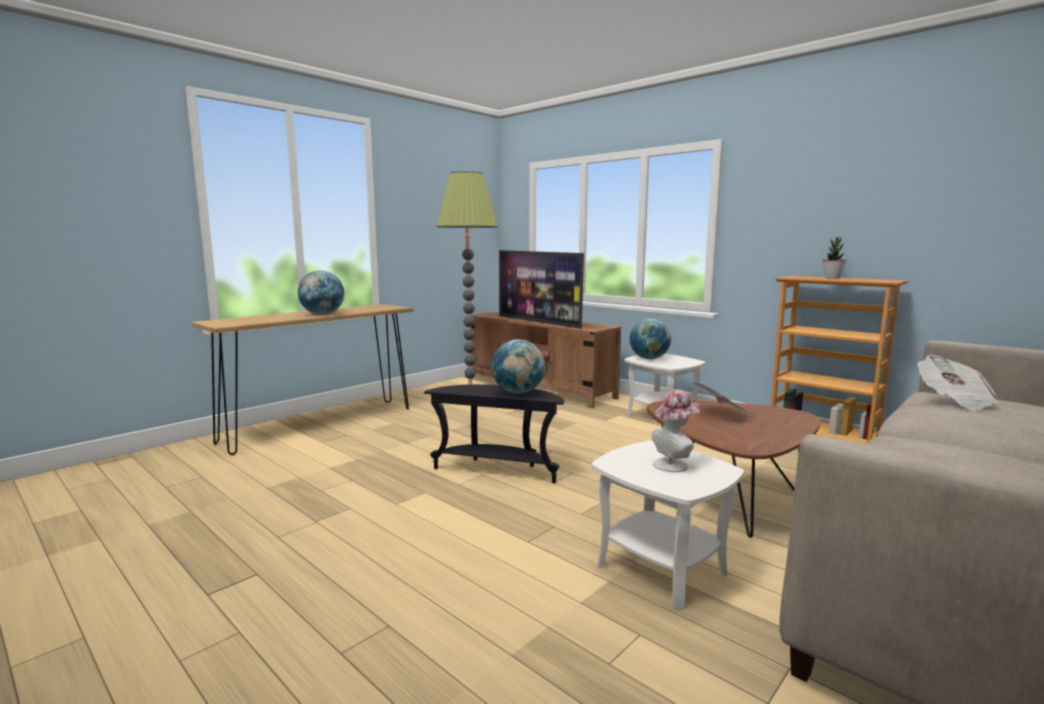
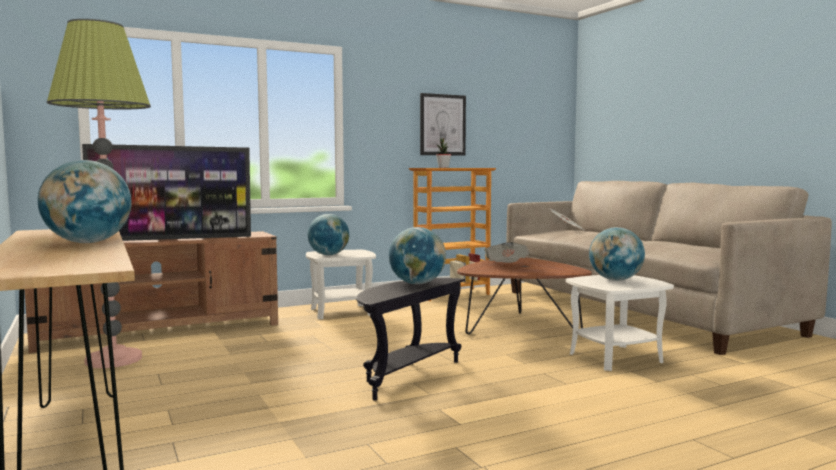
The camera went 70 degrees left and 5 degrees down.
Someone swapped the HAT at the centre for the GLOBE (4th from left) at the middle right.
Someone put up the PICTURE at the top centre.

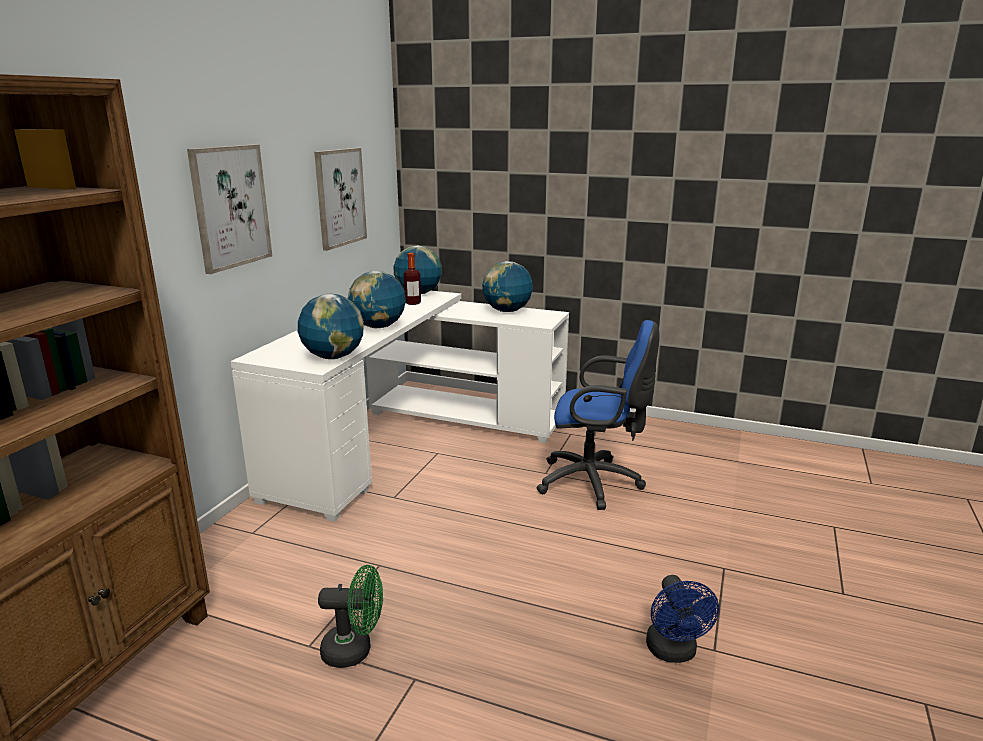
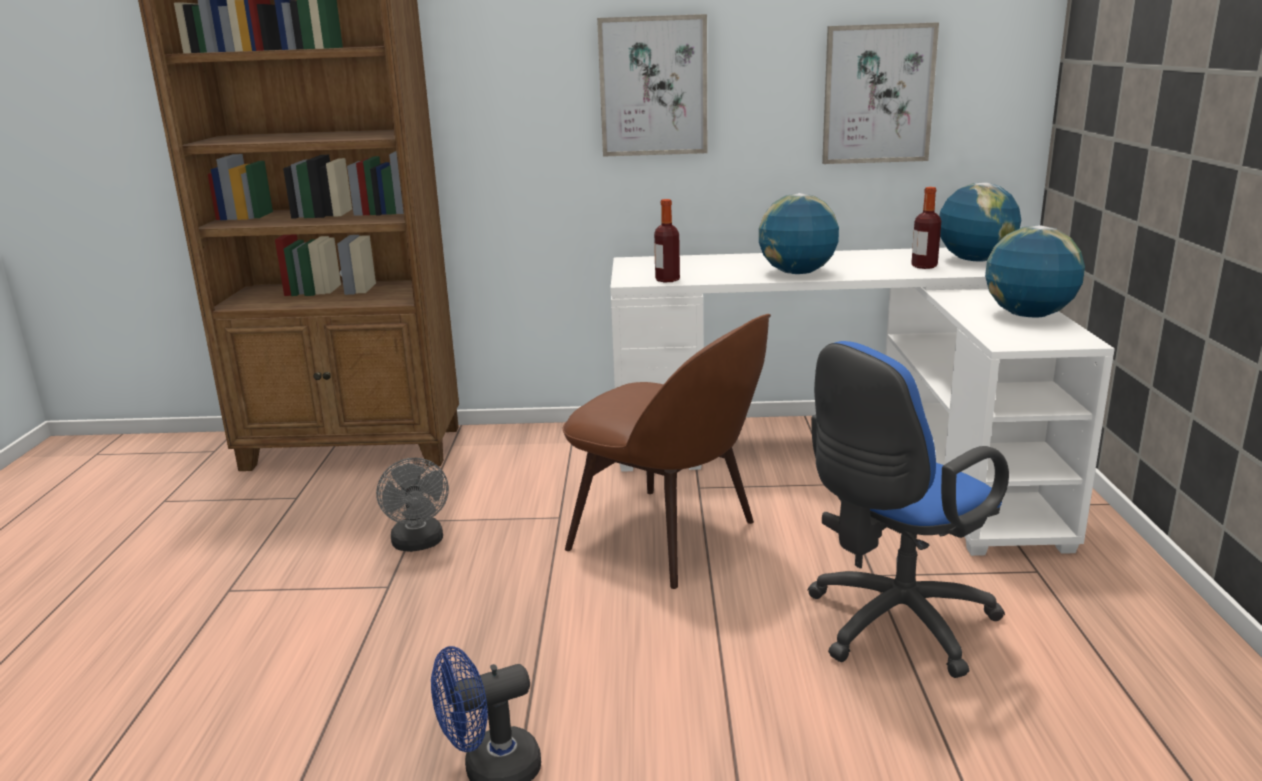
The camera went 70 degrees right and 0 degrees up.
Someone swapped the GLOBE (1st from left) at the centre for the BOTTLE (1st from left) at the top centre.
Someone repainted the GREEN FAN at the bottom centre, which became the GREY FAN at the middle left.
Someone rotated the BLUE OFFICE CHAIR at the centre by 60 degrees clockwise.
Someone put down the BROWN CHAIR at the centre.

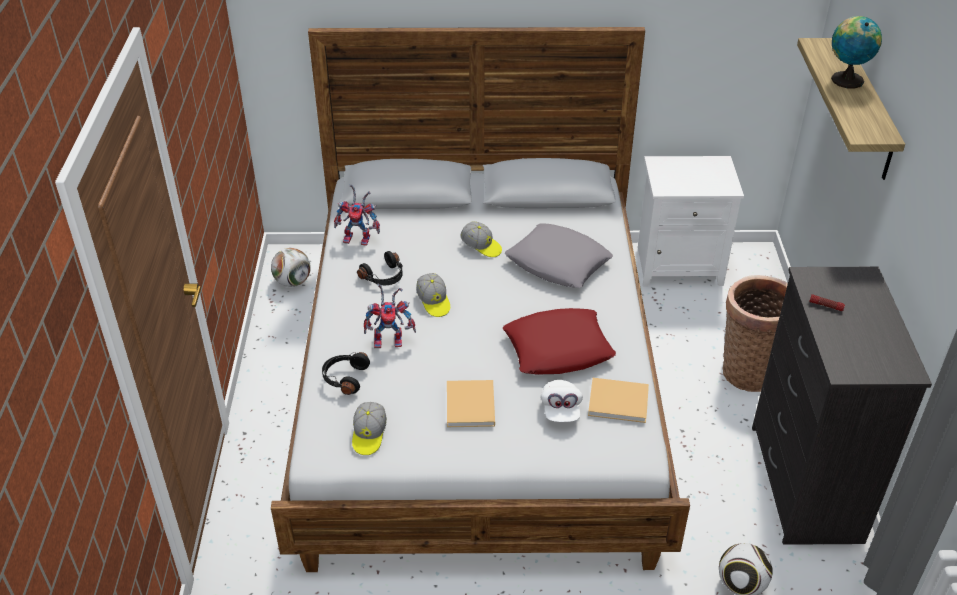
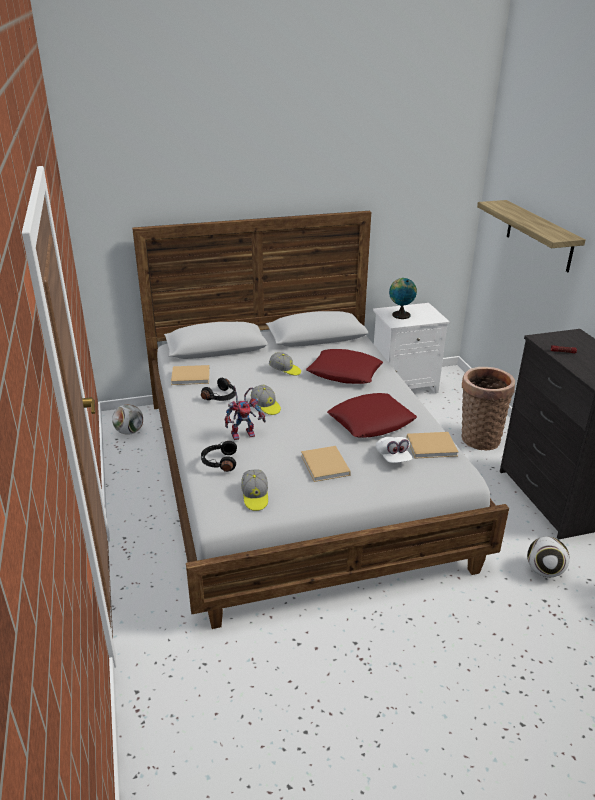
The camera went 15 degrees left and 10 degrees down.
Someone swapped the TOY ROBOT (1st from left) at the centre for the BEIGE BOOK (1st from left) at the middle left.
Someone repainted the GREY PILLOW at the centre, which became the RED PILLOW (1st from left) at the centre.
Someone carried the GLOBE from the top right to the middle right.

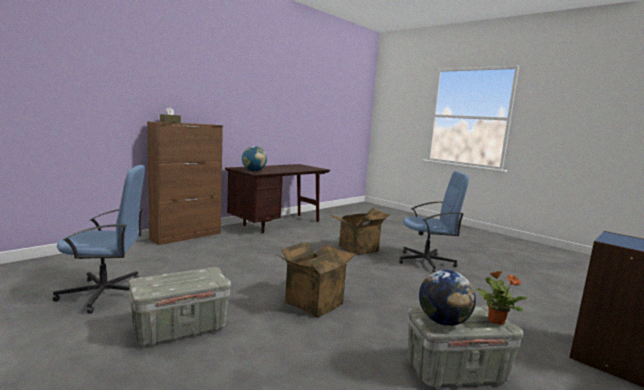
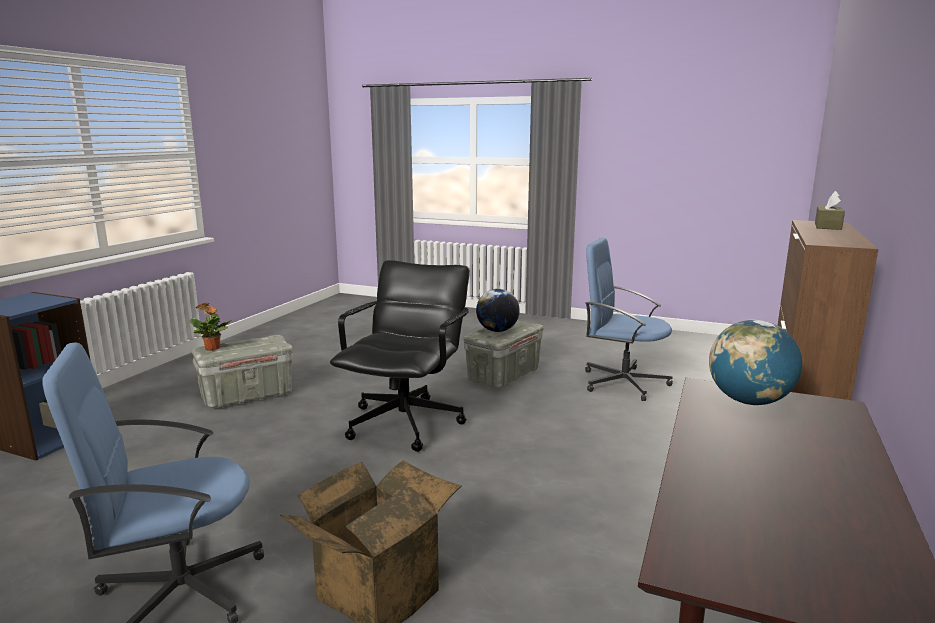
The camera went 160 degrees right and 5 degrees up.
Someone rotated the BLUE OFFICE CHAIR (1st from left in the first image) at the middle left by 60 degrees clockwise.
Someone swapped the CARDBOARD BOX (1st from left) at the bottom centre for the BLACK OFFICE CHAIR at the centre.
Someone carried the GLOBE (2nd from left in the first image) from the bottom right to the centre.

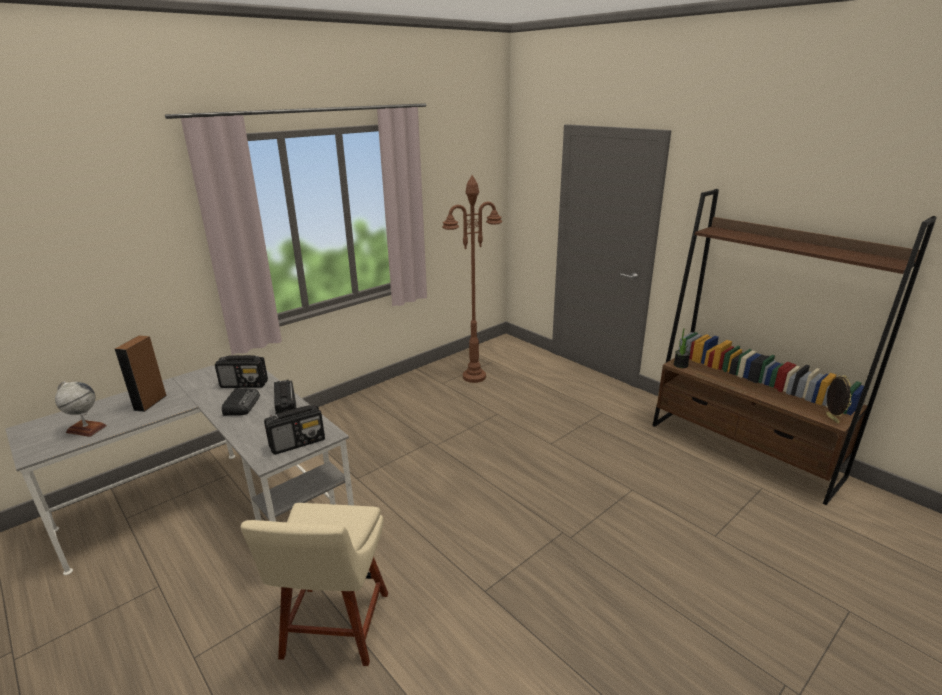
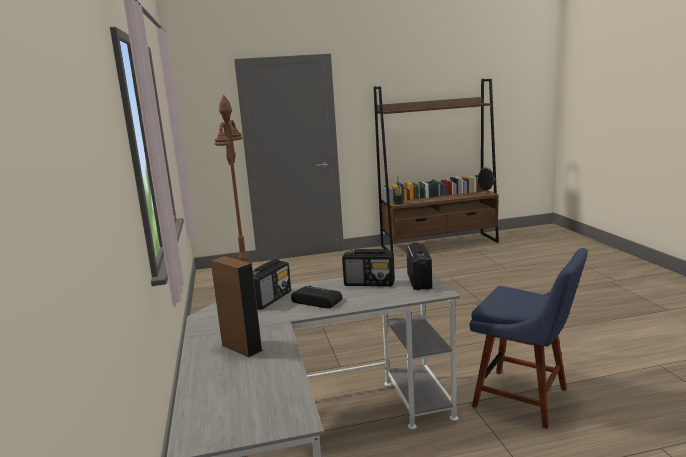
The camera went 60 degrees left and 10 degrees down.
Someone took away the GLOBE at the middle left.
Someone repainted the BEIGE CHAIR at the bottom centre, which became the BLUE CHAIR at the bottom right.

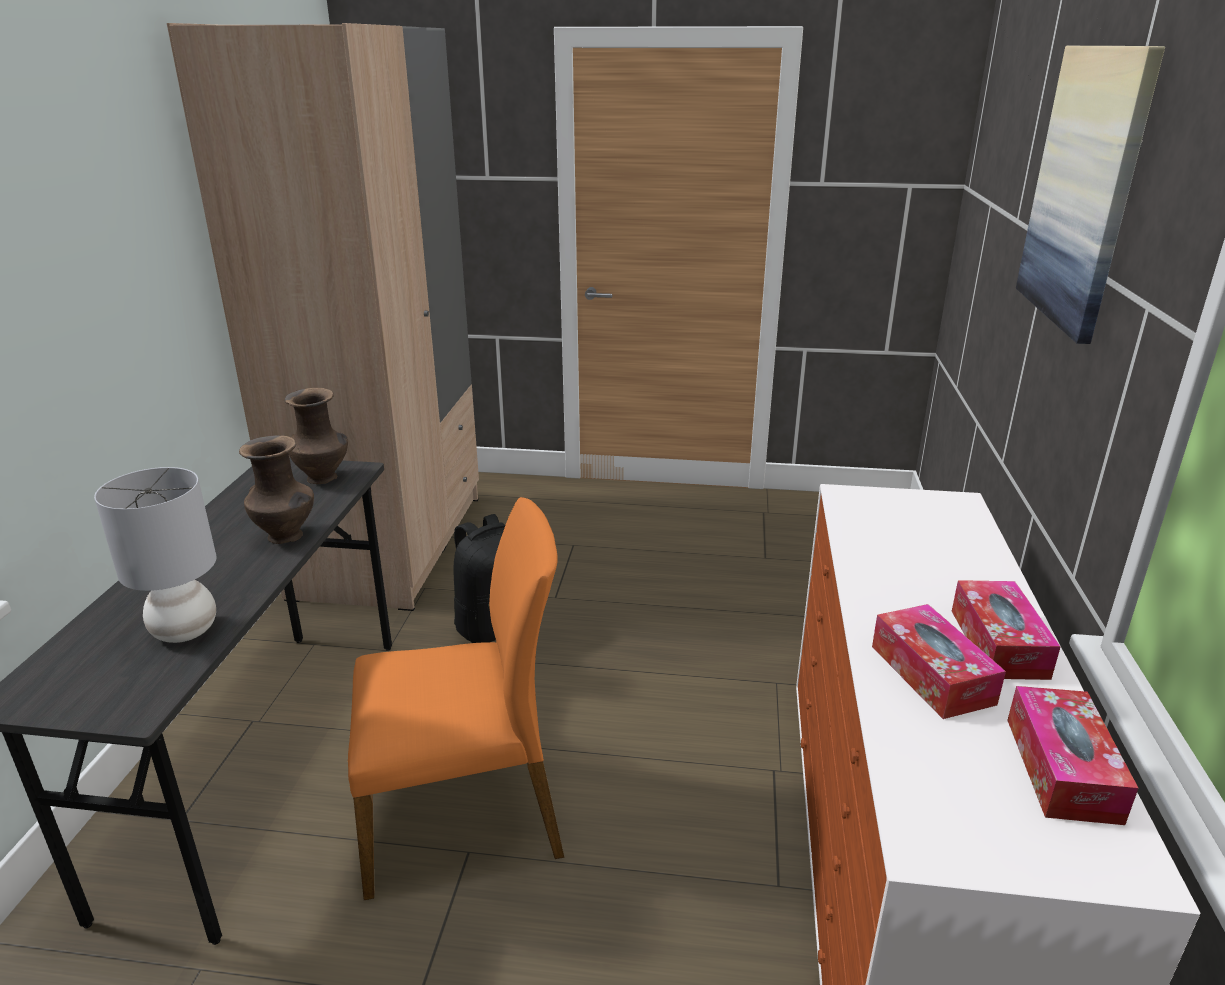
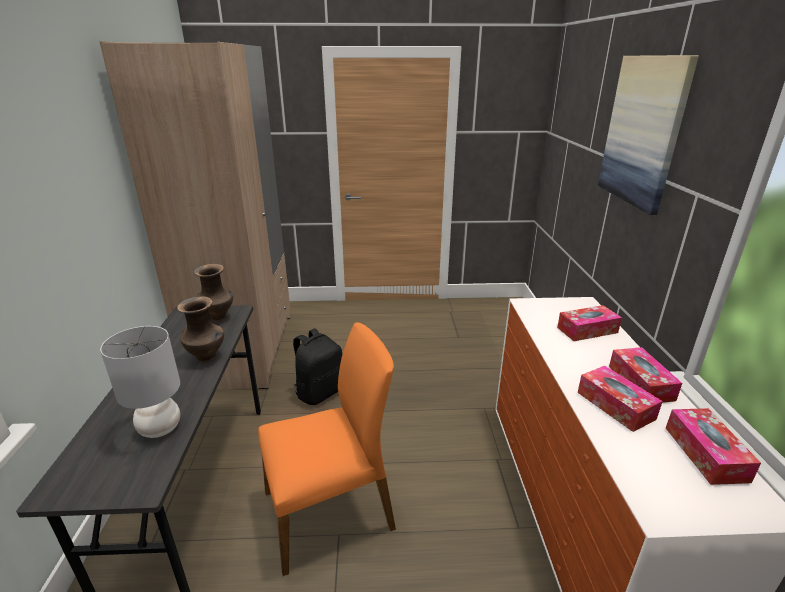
The camera went 10 degrees left and 0 degrees up.
Someone put down the TISSUE BOX (1st from left) at the middle right.

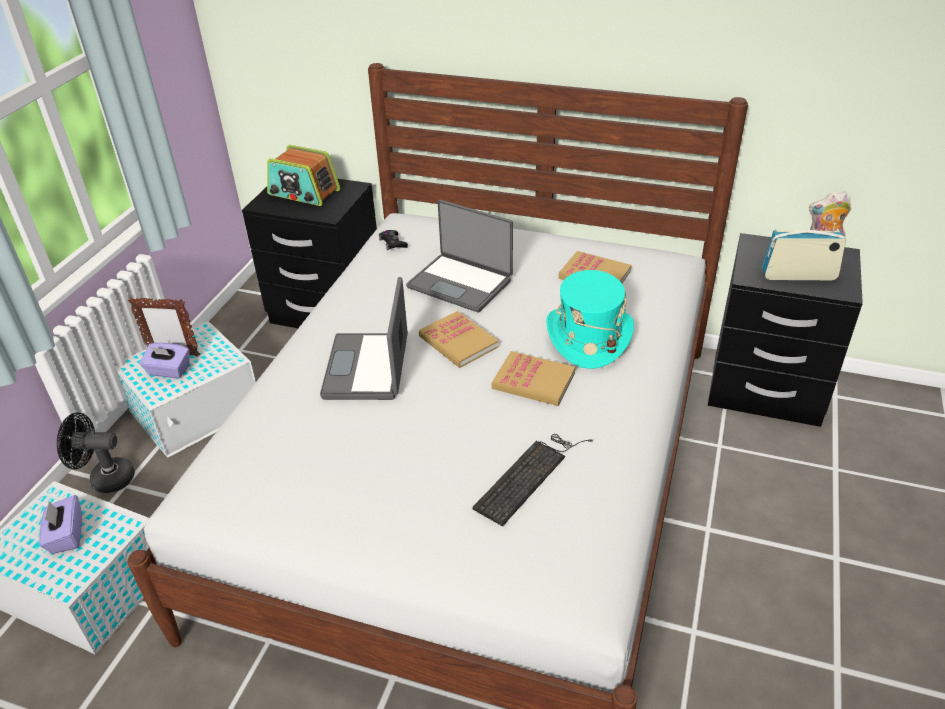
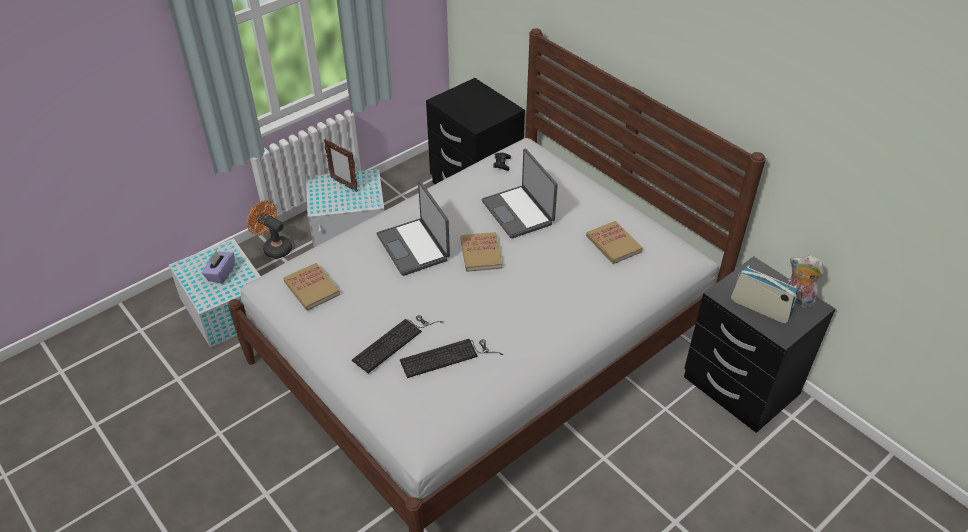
The camera went 30 degrees right and 5 degrees up.
Someone repainted the BLACK FAN at the middle left, which became the ORANGE FAN at the middle left.
Someone took away the PURPLE TISSUE BOX (2nd from left) at the middle left.
Someone took away the RADIO (1st from left) at the top left.
Someone rotated the LAPTOP (1st from left) at the centre by 60 degrees counterclockwise.
Someone carried the BOOK (2nd from left in the first image) from the centre to the middle left.
Someone took away the TURQUOISE HAT at the centre.
Someone put down the KEYBOARD (1st from left) at the centre.

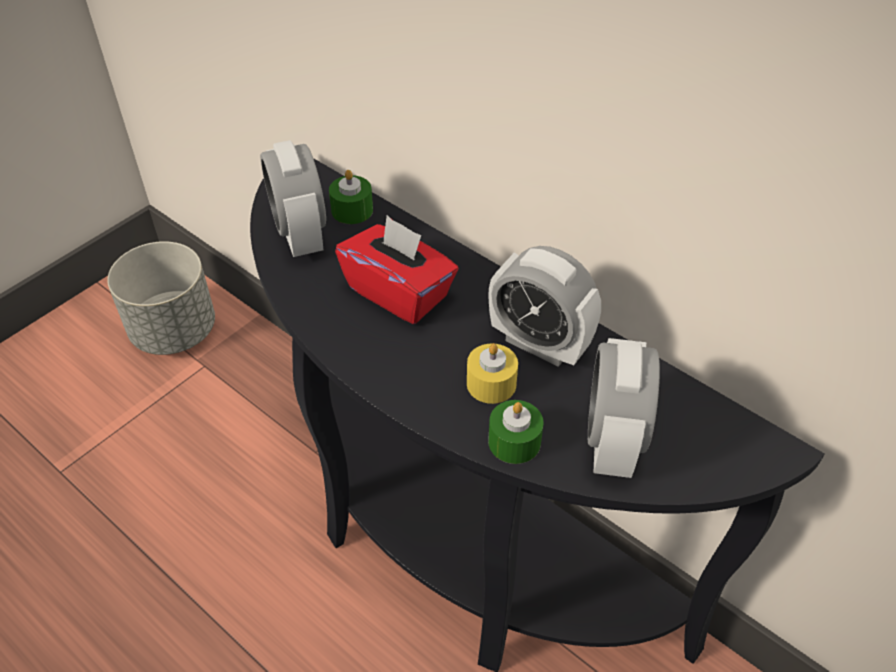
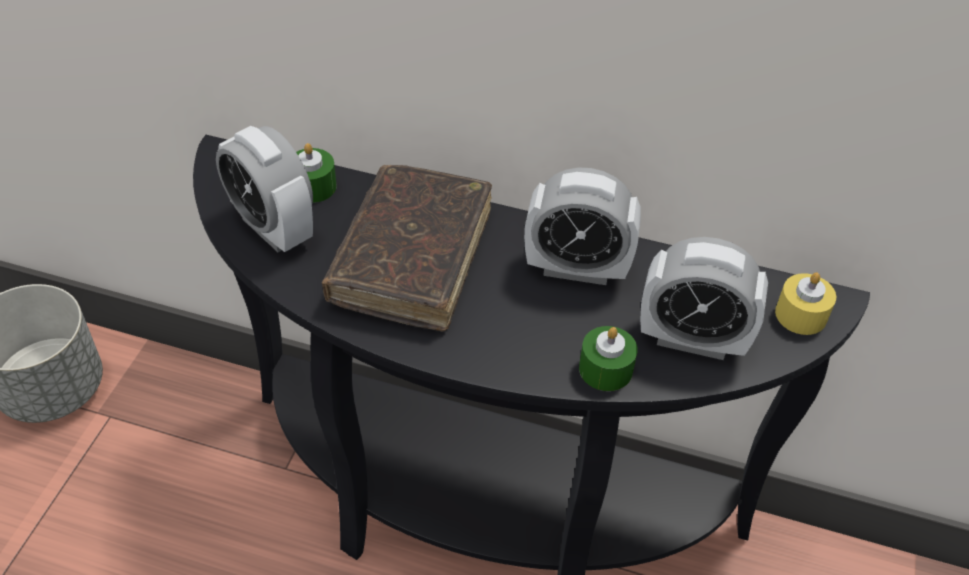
The camera went 25 degrees left and 0 degrees up.
Someone swapped the RED TISSUE BOX at the centre for the BROWN BOOK at the centre.
Someone carried the YELLOW CANDLE from the centre to the middle right.
Someone rotated the ALARM CLOCK (3rd from left) at the middle right by 60 degrees counterclockwise.

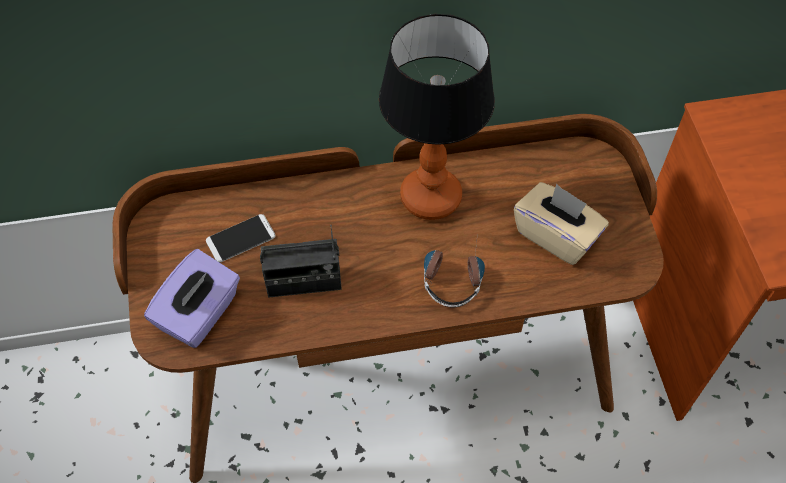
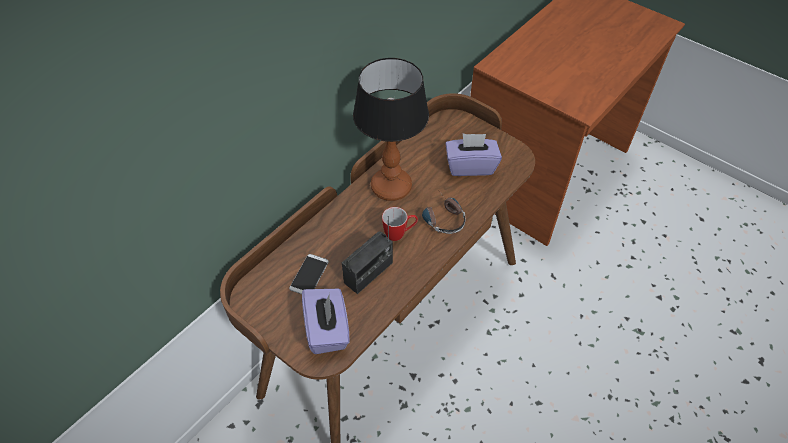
The camera went 40 degrees left and 5 degrees down.
Someone repainted the BEIGE TISSUE BOX at the middle right, which became the PURPLE TISSUE BOX (2nd from left) at the centre.
Someone put down the MUG at the centre.

